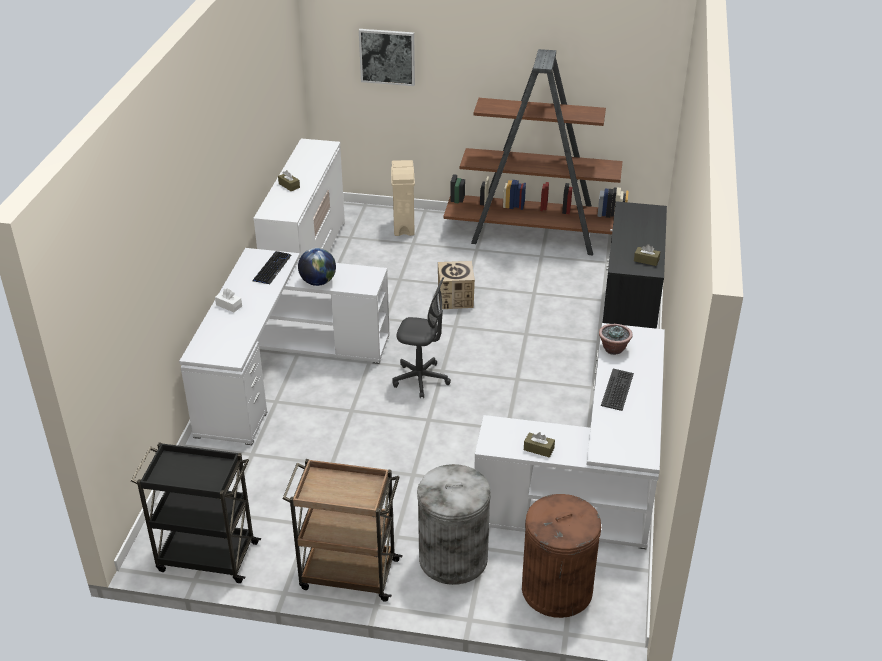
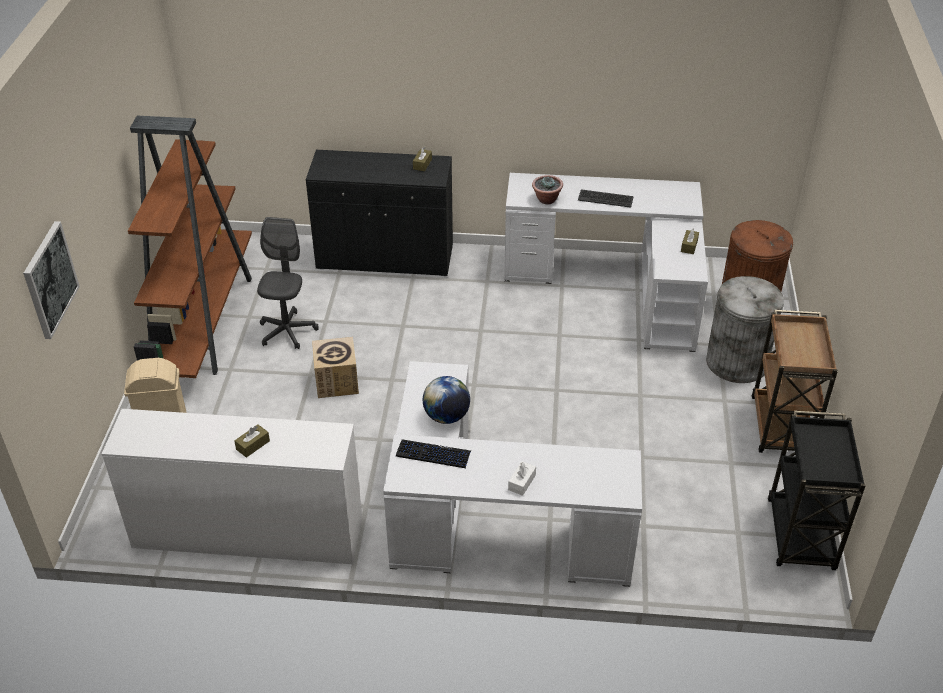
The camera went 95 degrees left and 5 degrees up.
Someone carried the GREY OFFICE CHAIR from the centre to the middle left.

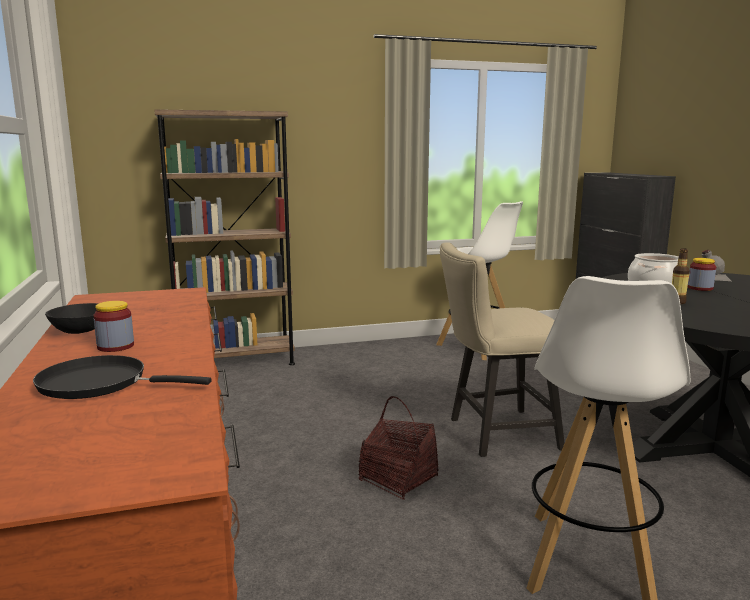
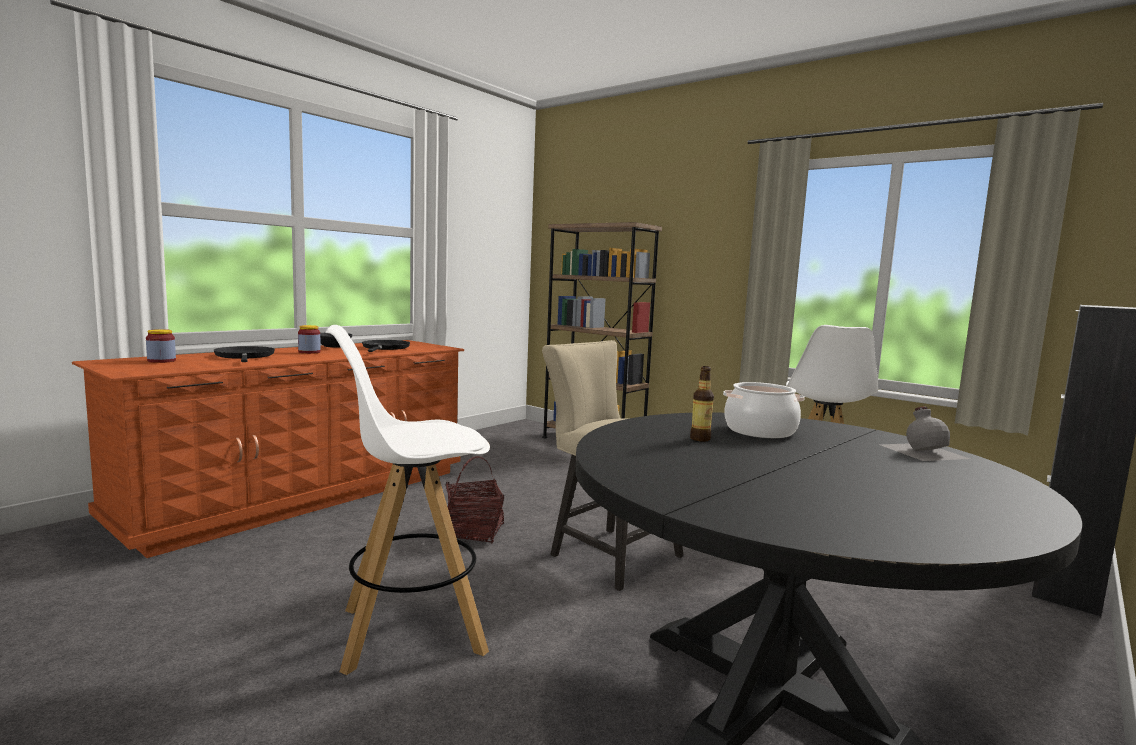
The camera went 55 degrees right and 5 degrees down.
Someone carried the JAR (2nd from left in the first image) from the middle right to the middle left.
Someone put down the BLACK FRYING PAN (2nd from left) at the centre.

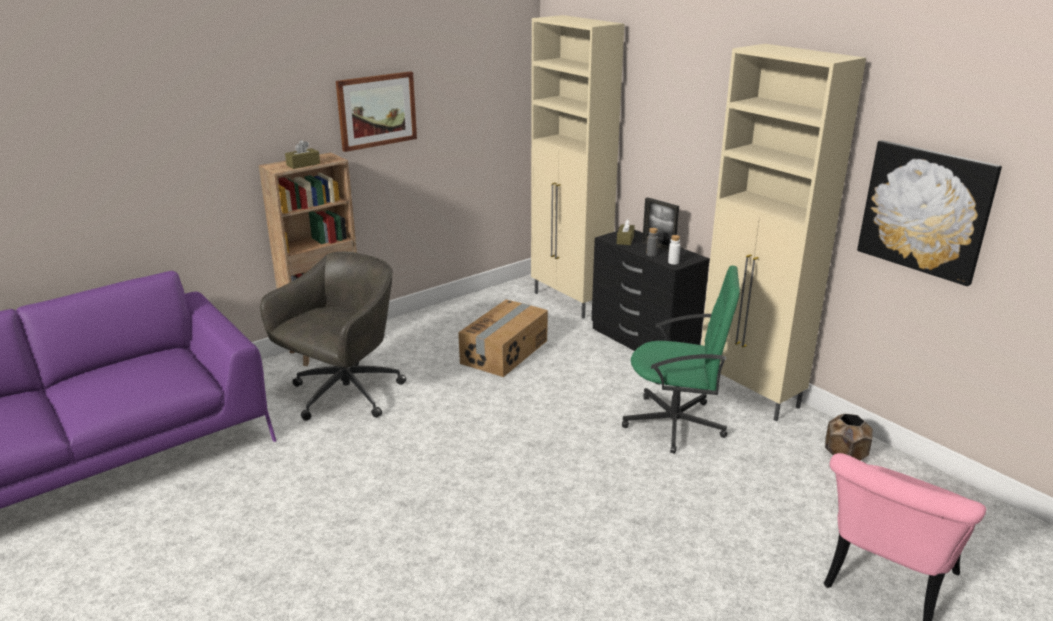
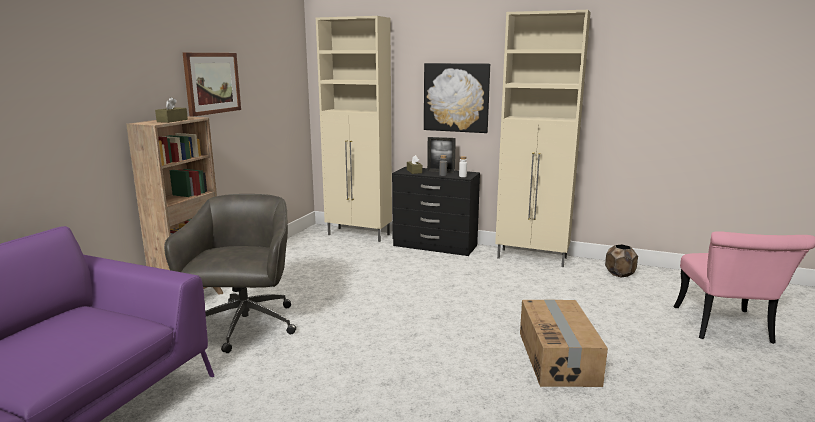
The camera went 30 degrees left and 10 degrees down.
Someone carried the CARDBOARD BOX from the centre to the bottom right.
Someone took away the GREEN OFFICE CHAIR at the centre.
Someone carried the PICTURE (2nd from left) from the middle right to the top centre.

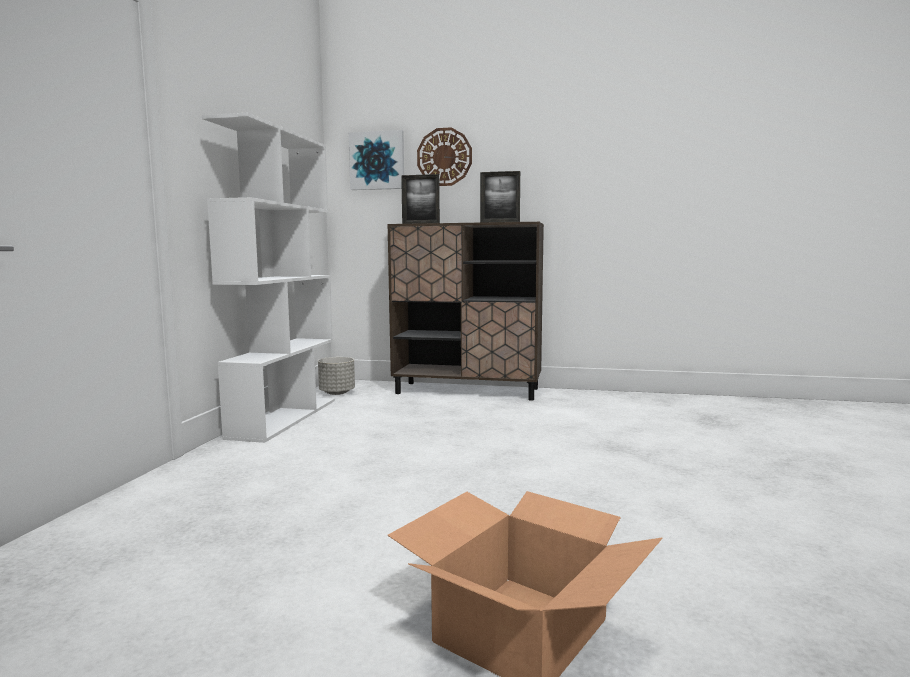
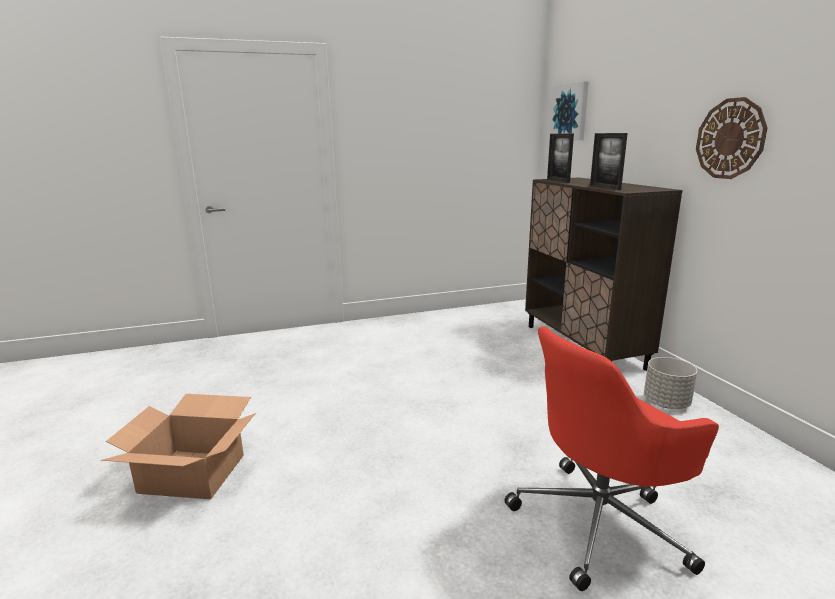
The camera went 60 degrees right and 10 degrees up.
Someone took away the WHITE BOOKCASE at the middle left.
Someone carried the GREY PLANTER from the centre to the middle right.
Someone carried the WALL CLOCK from the top centre to the top right.
Someone put down the RED OFFICE CHAIR at the bottom right.

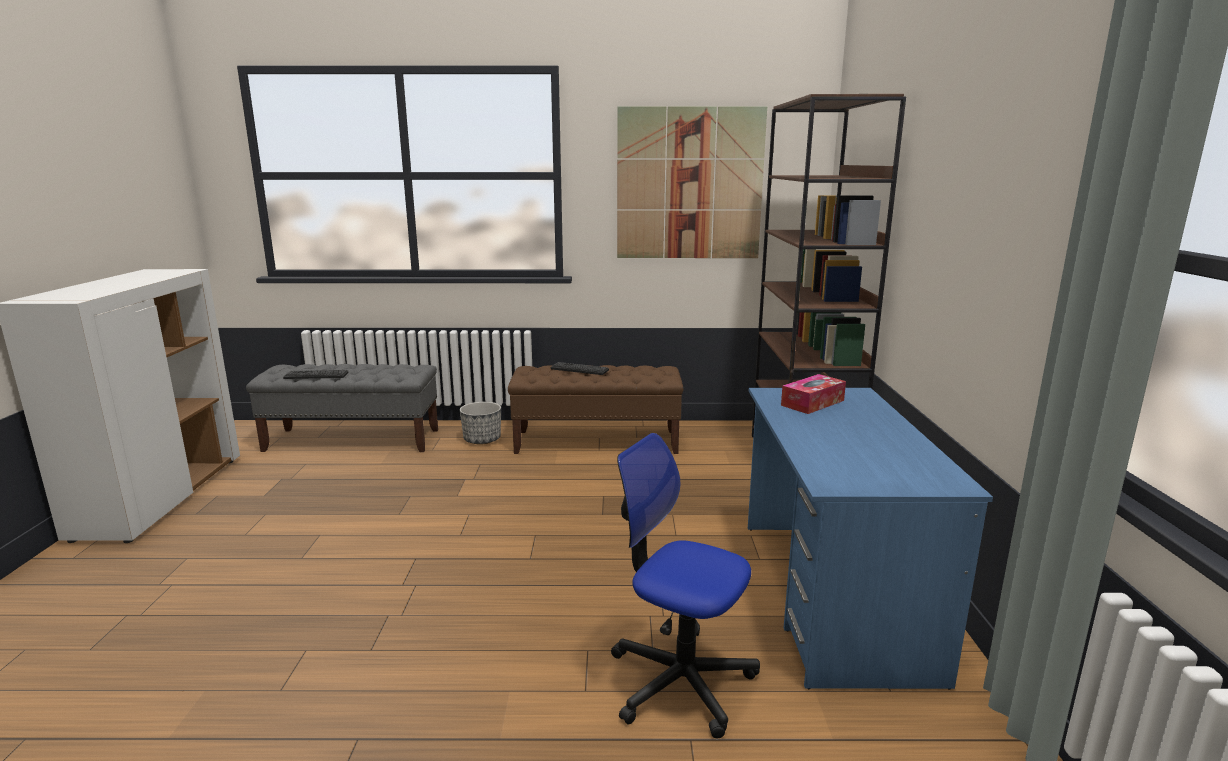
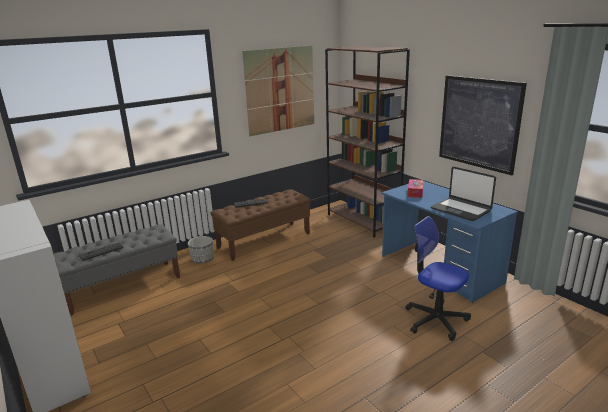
The camera went 35 degrees left and 5 degrees up.
Someone rotated the OFFICE CHAIR at the bottom centre by 45 degrees clockwise.
Someone put down the LAPTOP at the middle right.
Someone put up the PICTURE (2nd from left) at the top right.

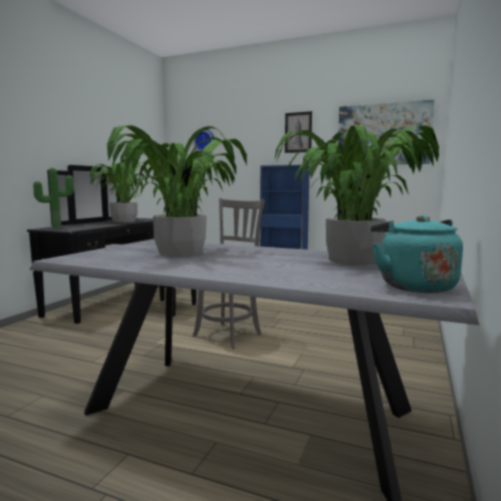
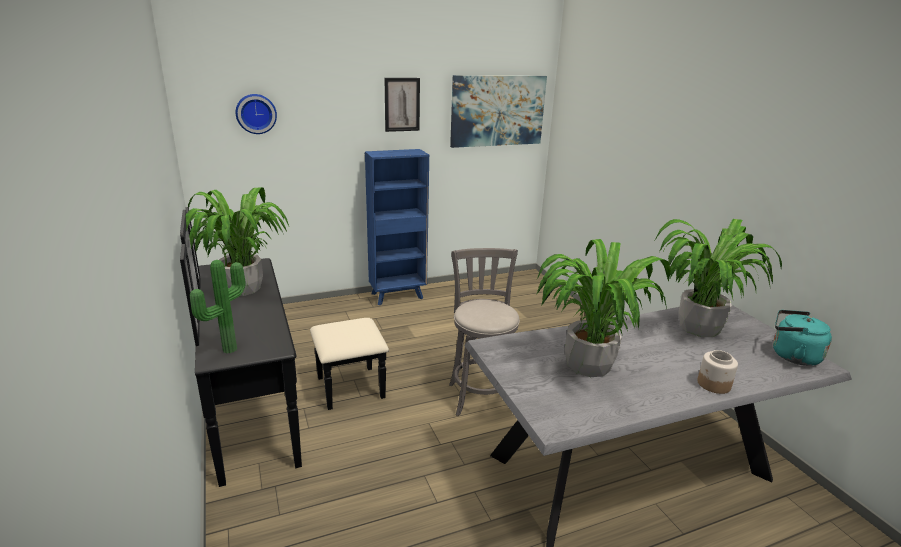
The camera went 45 degrees left and 15 degrees up.
Someone put down the JAR at the bottom right.

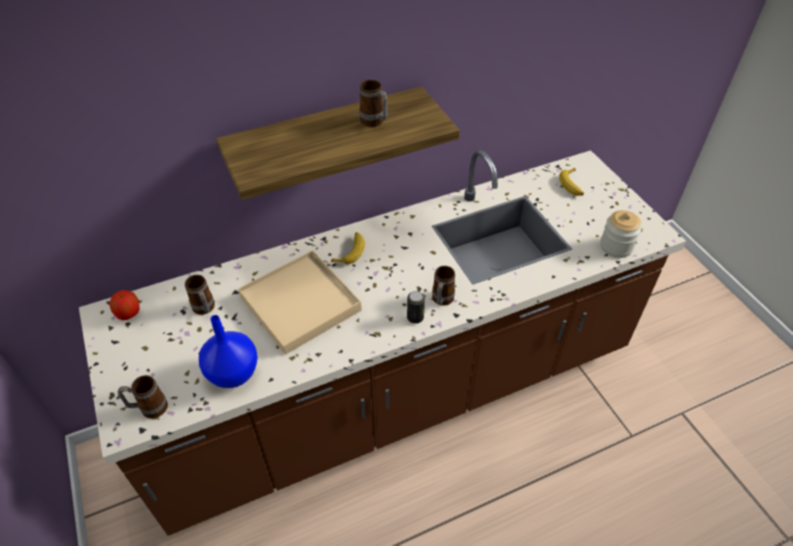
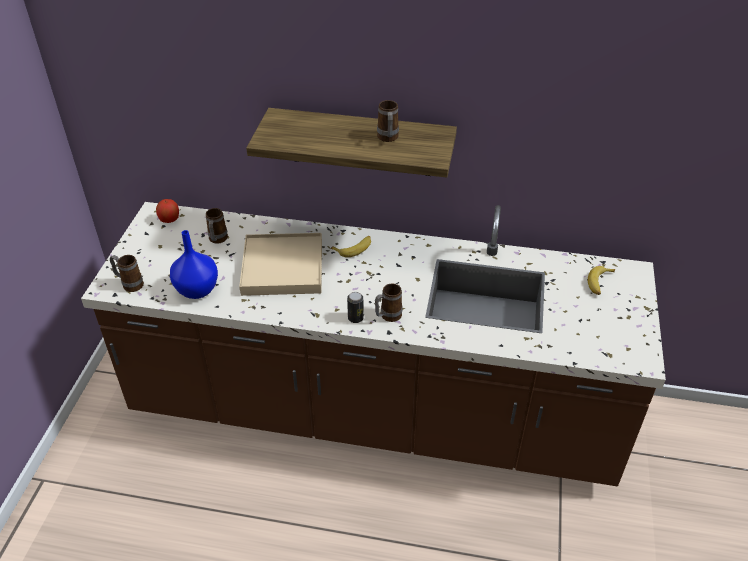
The camera went 35 degrees right and 5 degrees down.
Someone took away the JAR at the middle right.

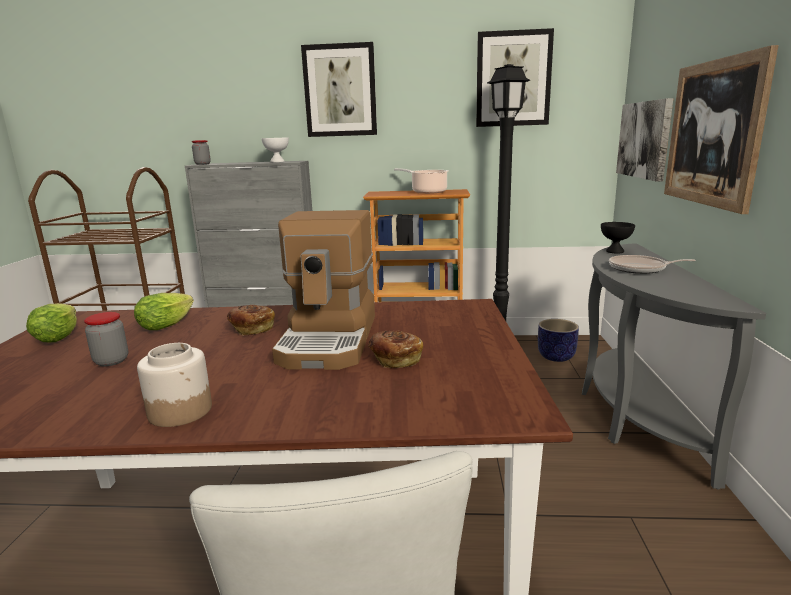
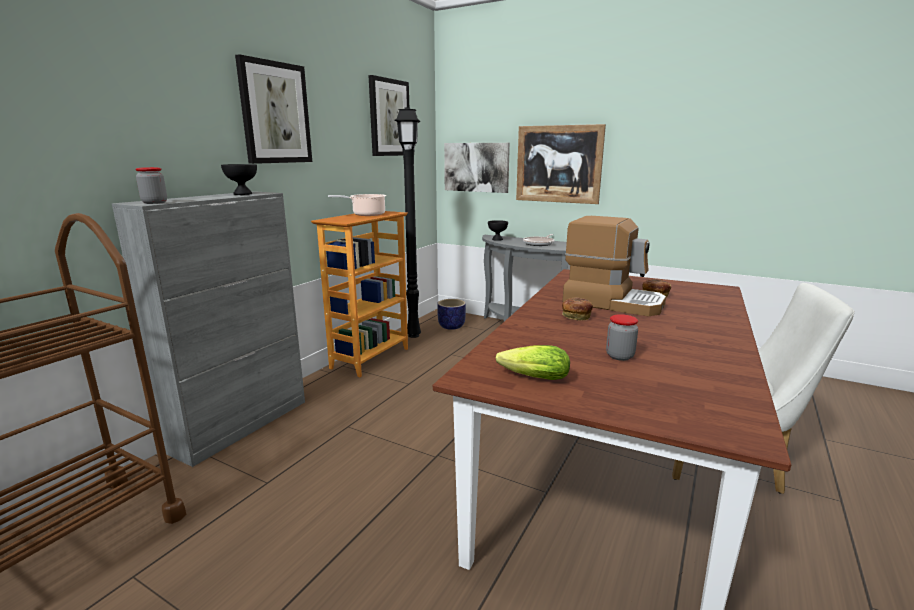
The camera went 65 degrees left and 0 degrees up.
Someone took away the LETTUCE (2nd from left) at the middle left.
Someone took away the JAR (2nd from left) at the middle left.
Someone repainted the WHITE BOWL at the top centre, which became the BLACK BOWL (1st from left) at the top left.

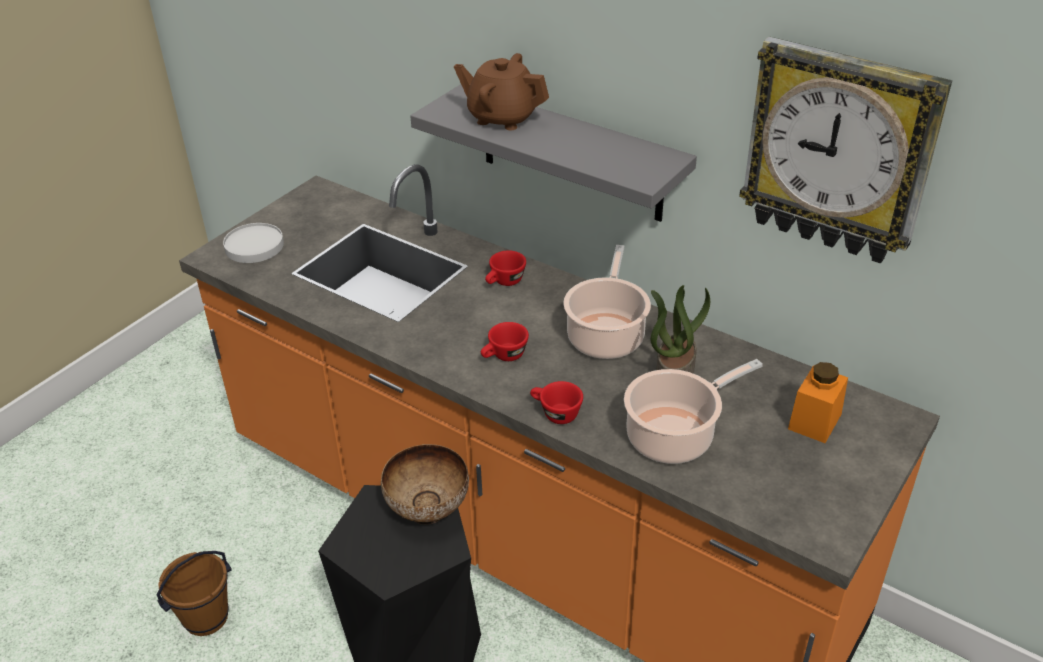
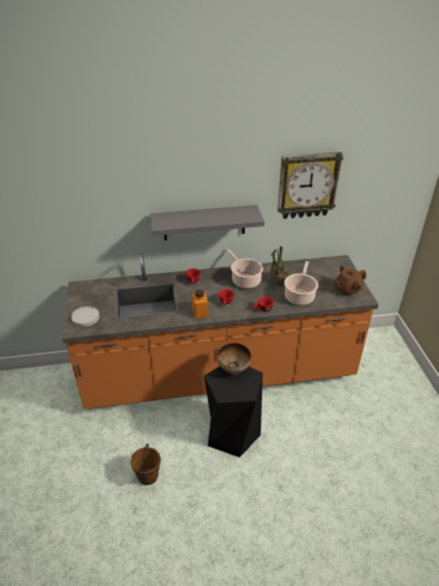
The camera went 45 degrees left and 0 degrees up.
Someone carried the BROWN TEAPOT from the top centre to the middle right.
Someone carried the ORANGE JAR from the middle right to the centre.

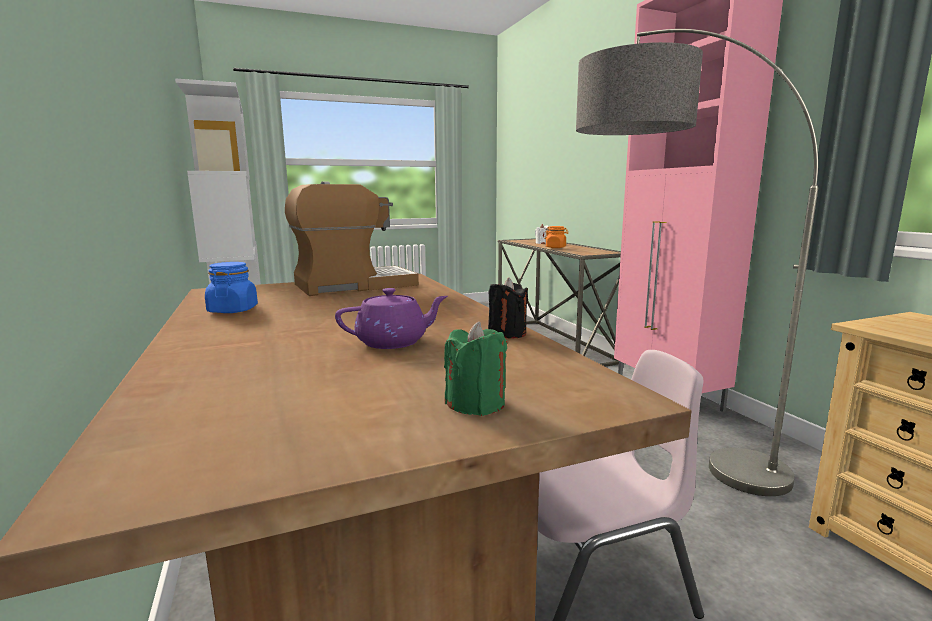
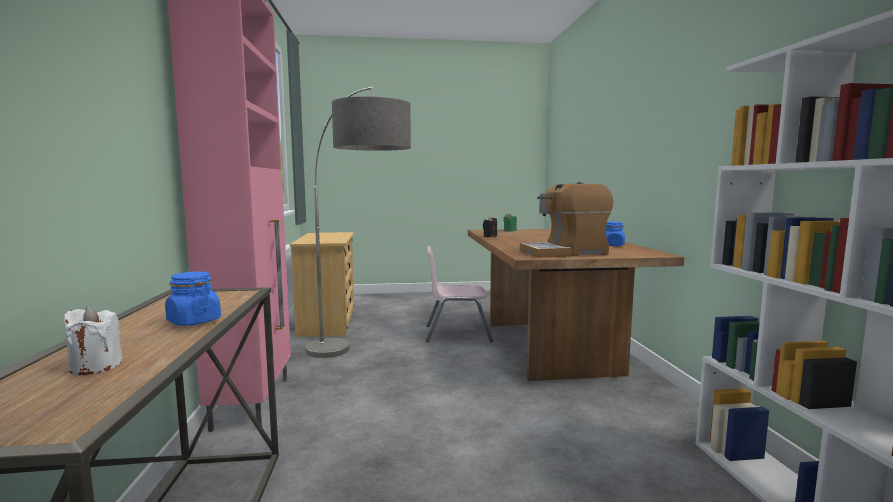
The camera went 165 degrees left and 5 degrees down.
Someone took away the PURPLE TEAPOT at the centre.
Someone repainted the ORANGE JAR at the centre, which became the BLUE JAR (1st from left) at the middle left.

